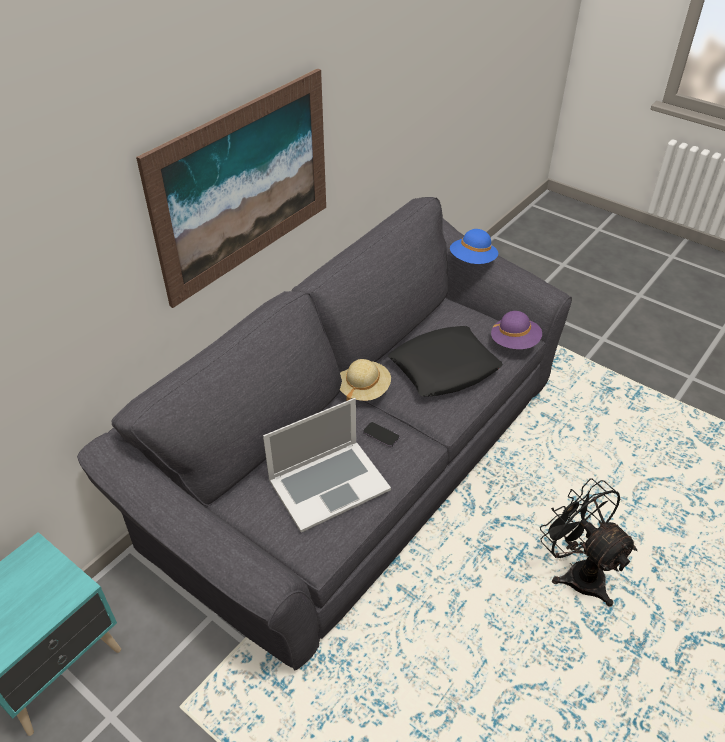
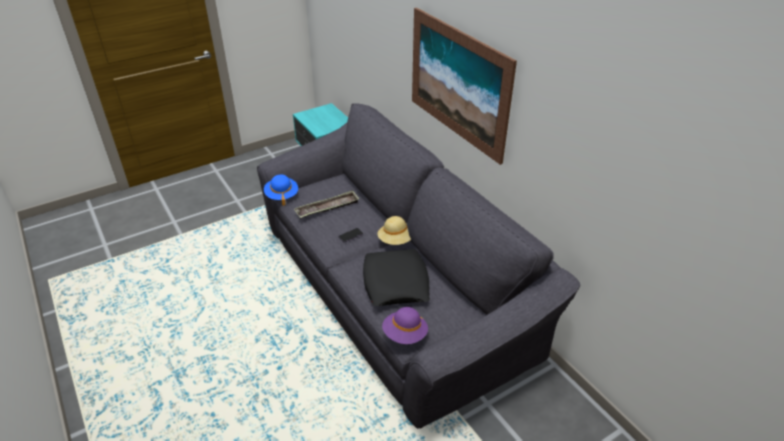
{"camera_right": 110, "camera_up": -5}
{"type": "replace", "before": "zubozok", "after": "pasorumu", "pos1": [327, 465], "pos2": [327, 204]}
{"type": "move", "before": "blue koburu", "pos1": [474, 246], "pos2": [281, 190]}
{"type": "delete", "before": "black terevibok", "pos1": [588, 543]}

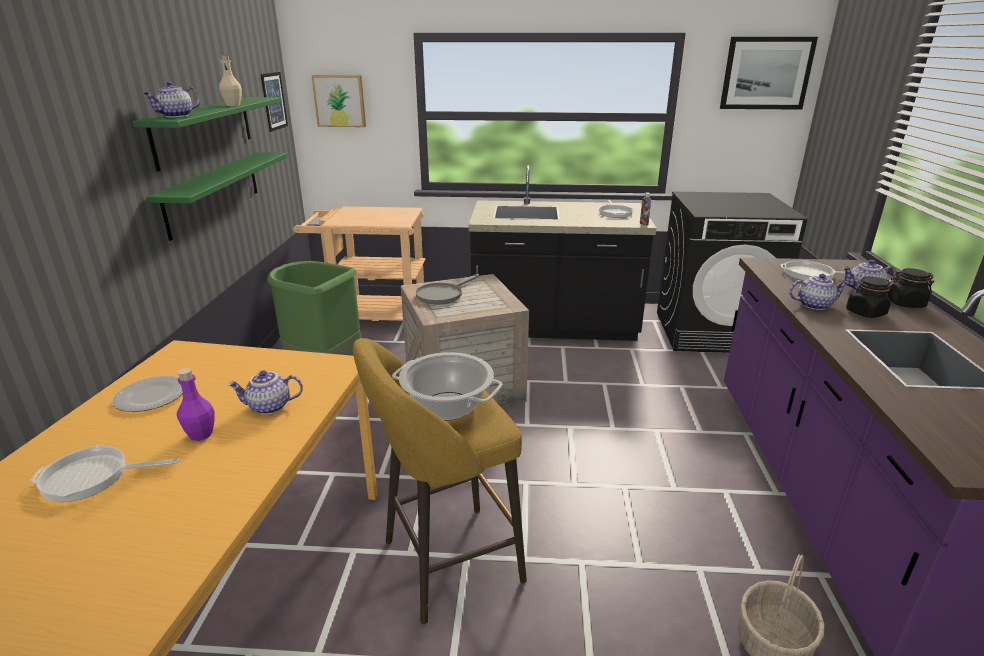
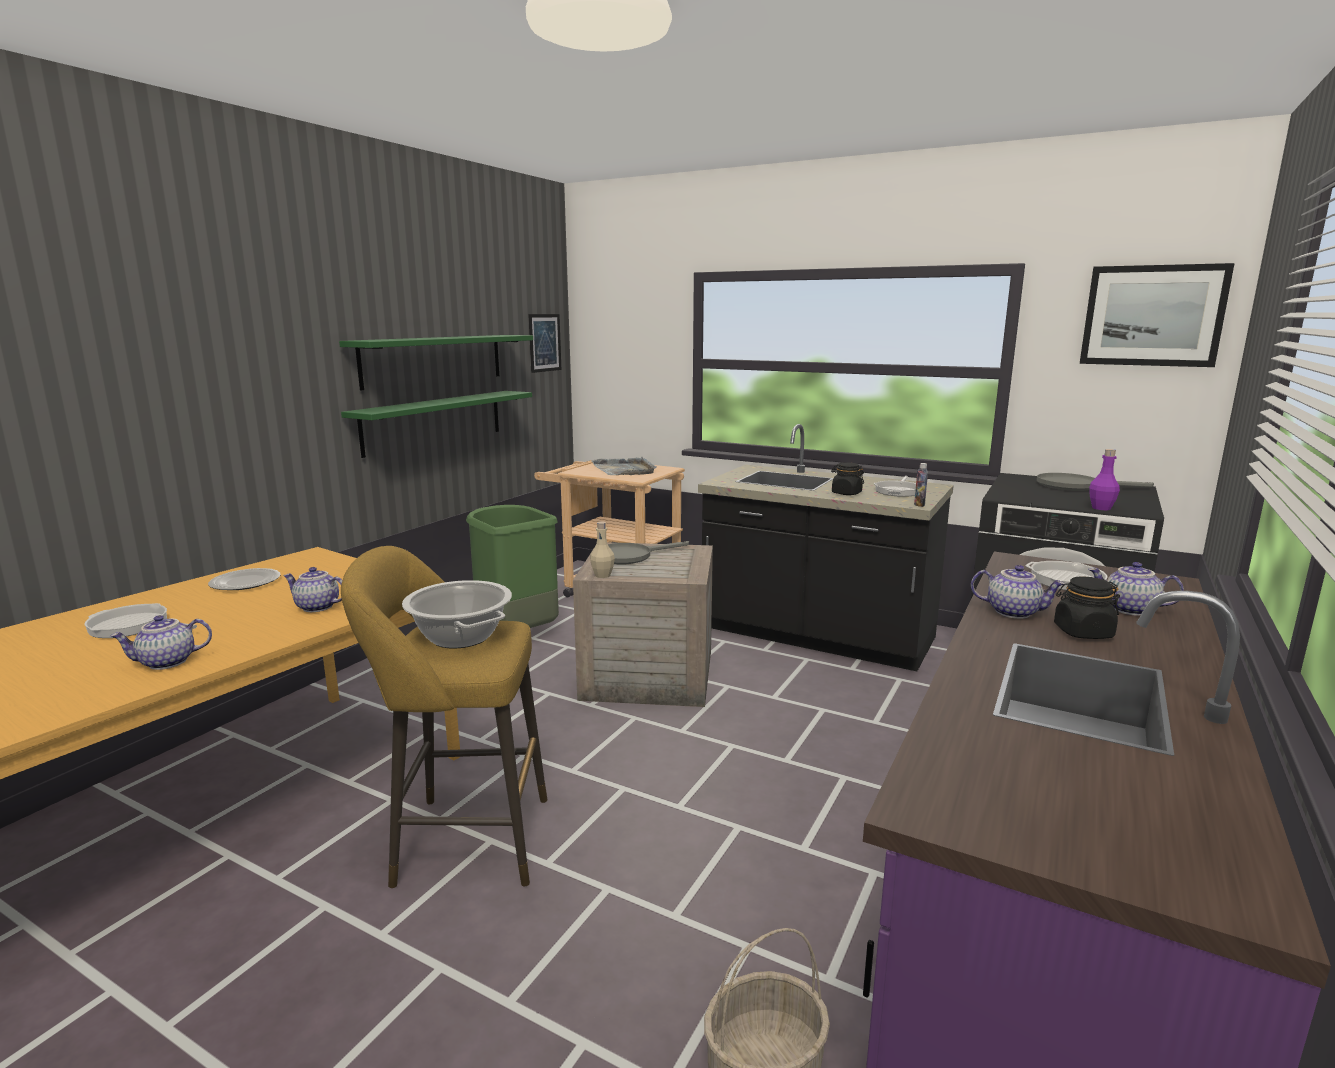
{"camera_right": 25, "camera_up": -10}
{"type": "move", "before": "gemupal", "pos1": [171, 100], "pos2": [161, 642]}
{"type": "move", "before": "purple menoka", "pos1": [196, 404], "pos2": [1104, 479]}
{"type": "move", "before": "beige menoka", "pos1": [230, 80], "pos2": [602, 550]}
{"type": "delete", "before": "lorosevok", "pos1": [339, 101]}
{"type": "move", "before": "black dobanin", "pos1": [910, 288], "pos2": [847, 478]}
{"type": "insert", "after": "grey pasorumu", "pos2": [624, 466]}
{"type": "insert", "after": "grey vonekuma", "pos2": [1095, 482]}

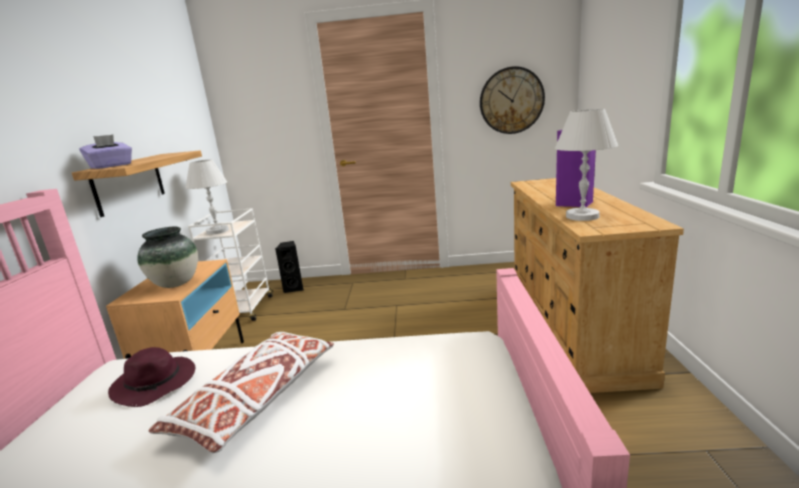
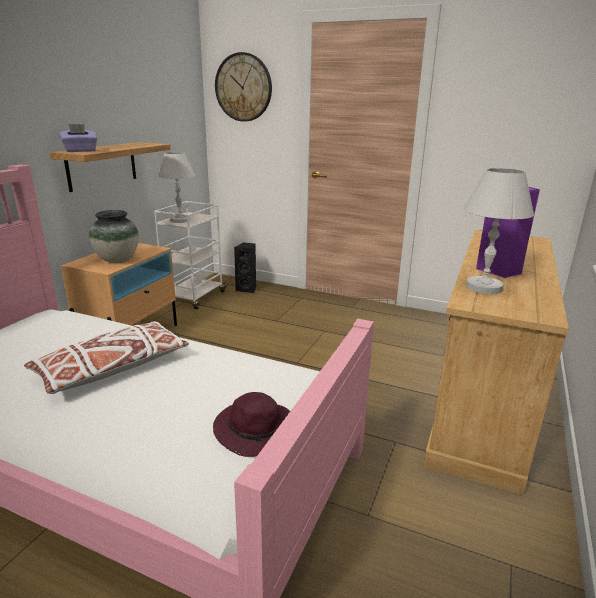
{"camera_right": 20, "camera_up": 5}
{"type": "move", "before": "purple koburu", "pos1": [151, 377], "pos2": [251, 424]}
{"type": "move", "before": "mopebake", "pos1": [512, 100], "pos2": [243, 87]}

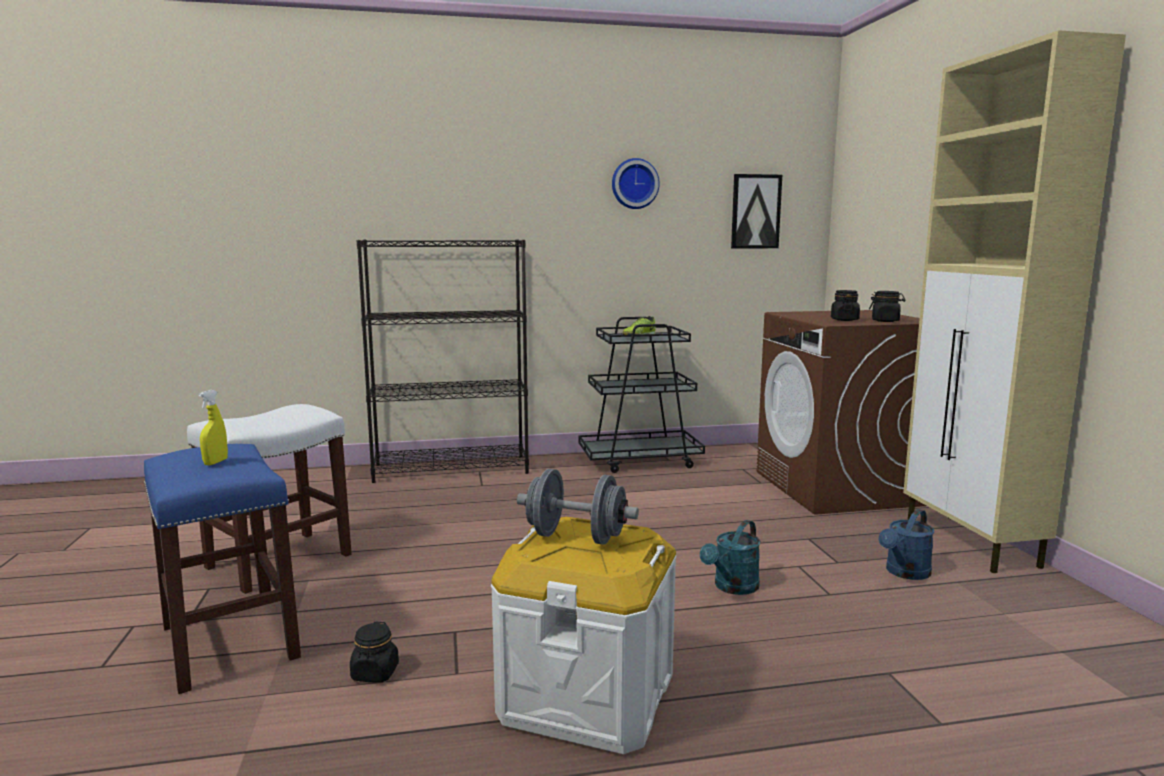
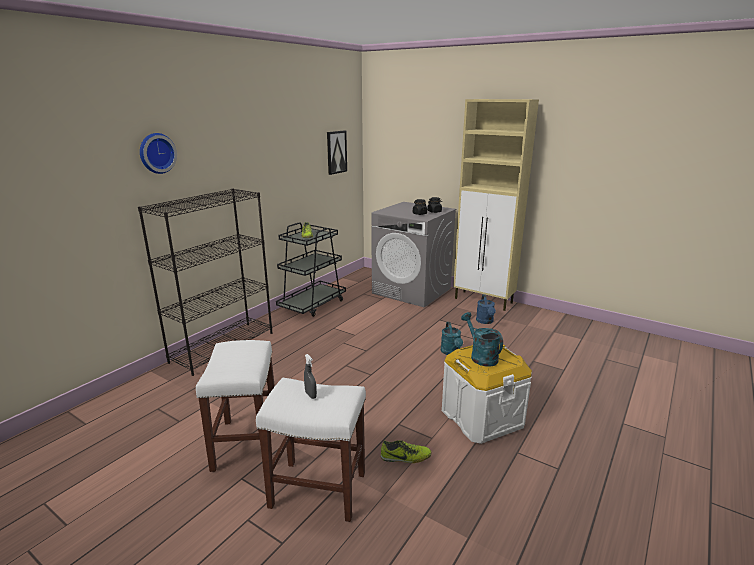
{"camera_right": -45, "camera_up": 10}
{"type": "recolor", "before": "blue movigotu", "after": "white movigotu", "pos1": [222, 569], "pos2": [311, 450]}
{"type": "recolor", "before": "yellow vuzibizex", "after": "grey vuzibizex", "pos1": [213, 427], "pos2": [310, 376]}
{"type": "replace", "before": "black dobanin", "after": "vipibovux", "pos1": [374, 652], "pos2": [406, 451]}
{"type": "replace", "before": "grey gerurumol", "after": "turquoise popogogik", "pos1": [578, 507], "pos2": [482, 339]}
{"type": "move", "before": "mopebake", "pos1": [636, 183], "pos2": [158, 153]}
{"type": "recolor", "before": "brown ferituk", "after": "grey ferituk", "pos1": [841, 412], "pos2": [413, 254]}

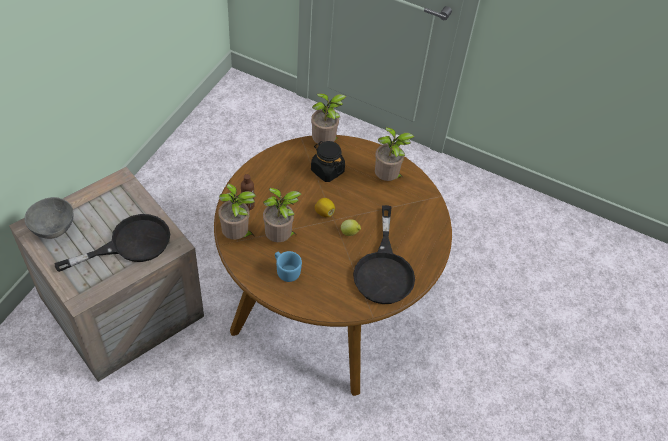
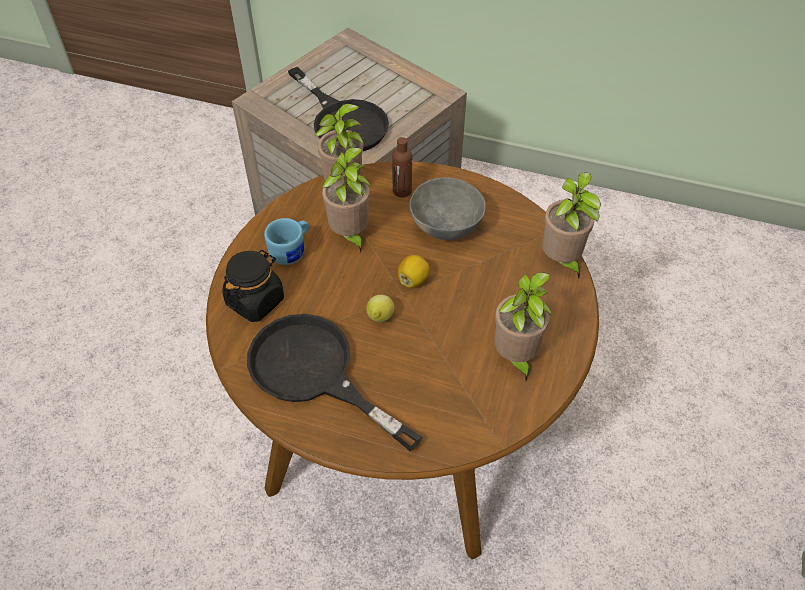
{"camera_right": 85, "camera_up": 0}
{"type": "move", "before": "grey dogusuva", "pos1": [49, 218], "pos2": [448, 209]}
{"type": "move", "before": "black dobanin", "pos1": [328, 161], "pos2": [253, 286]}
{"type": "rotate", "before": "black vonekuma", "pos1": [384, 254], "pos2": [335, 382], "turn": 45}

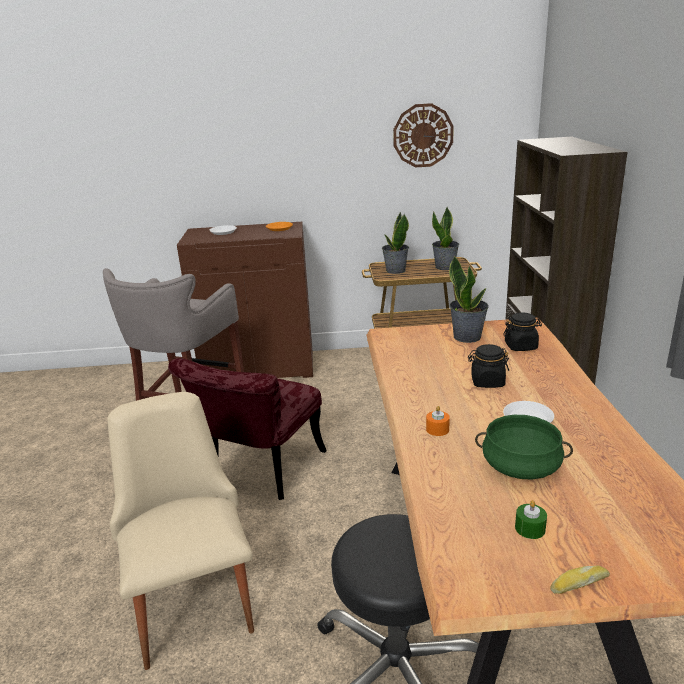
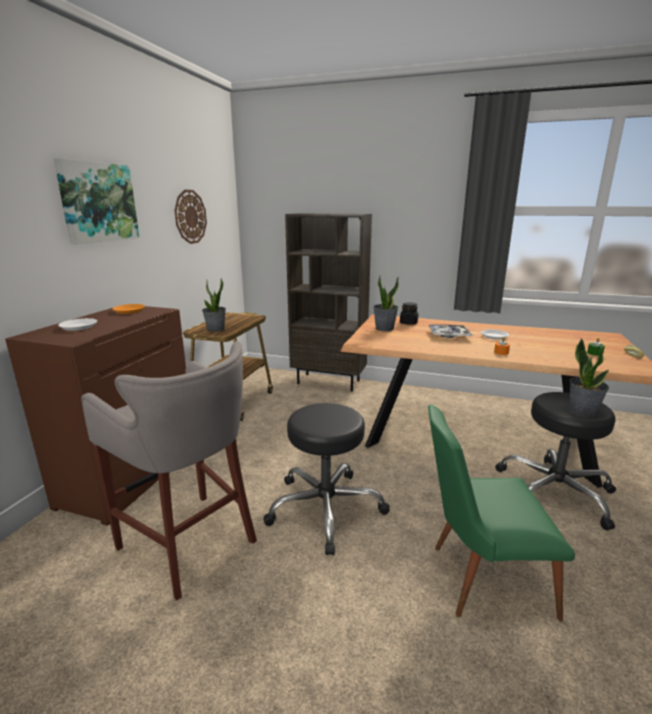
{"camera_right": -70, "camera_up": -5}
{"type": "recolor", "before": "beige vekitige", "after": "green vekitige", "pos1": [180, 531], "pos2": [501, 513]}
{"type": "replace", "before": "red vekitige", "after": "black movigotu", "pos1": [247, 429], "pos2": [326, 479]}
{"type": "move", "before": "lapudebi", "pos1": [445, 238], "pos2": [589, 377]}
{"type": "replace", "before": "black dobanin", "after": "pasorumu", "pos1": [488, 366], "pos2": [451, 331]}
{"type": "delete", "before": "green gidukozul", "pos1": [524, 447]}
{"type": "insert", "after": "lorosevok", "pos2": [96, 201]}

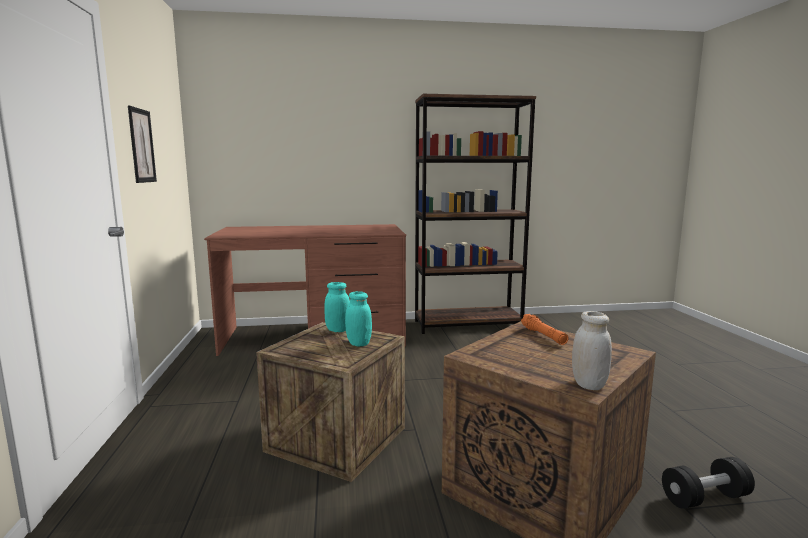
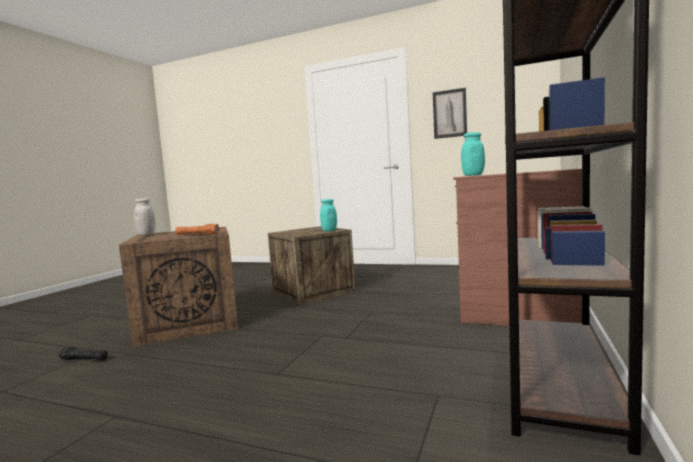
{"camera_right": 120, "camera_up": -5}
{"type": "move", "before": "turquoise dobanin", "pos1": [358, 318], "pos2": [473, 154]}
{"type": "replace", "before": "black gerurumol", "after": "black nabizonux", "pos1": [708, 483], "pos2": [83, 354]}

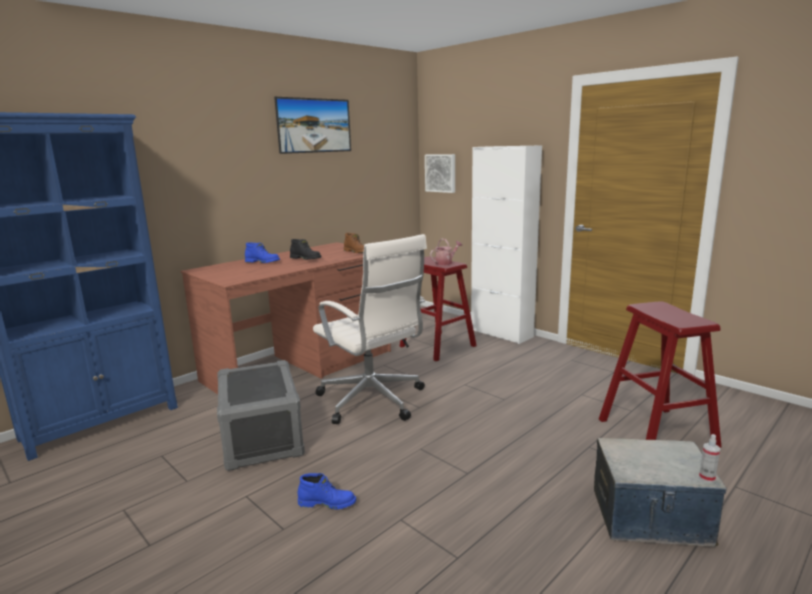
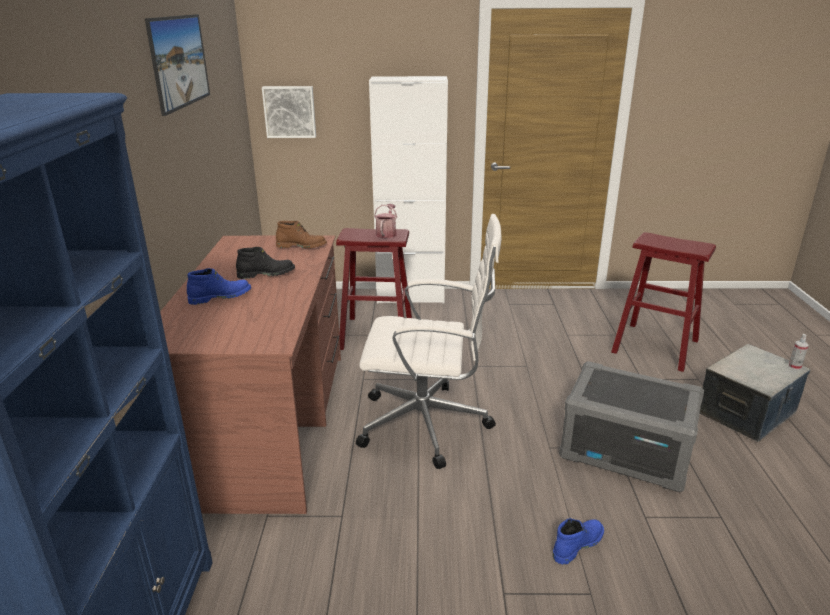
{"camera_right": -45, "camera_up": 10}
{"type": "move", "before": "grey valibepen", "pos1": [261, 415], "pos2": [631, 426]}

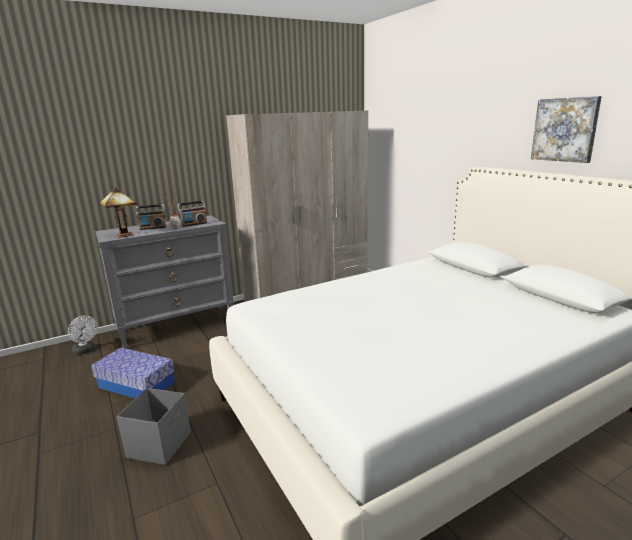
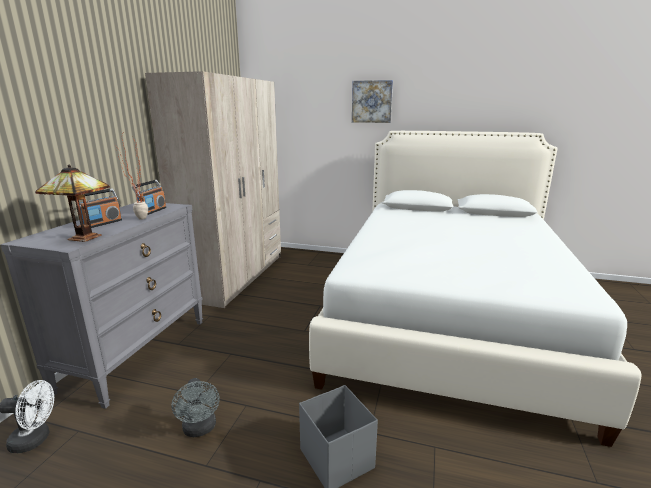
{"camera_right": -45, "camera_up": 0}
{"type": "replace", "before": "valibepen", "after": "grey terevibok", "pos1": [132, 373], "pos2": [195, 407]}
{"type": "move", "before": "lorosevok", "pos1": [566, 129], "pos2": [372, 101]}

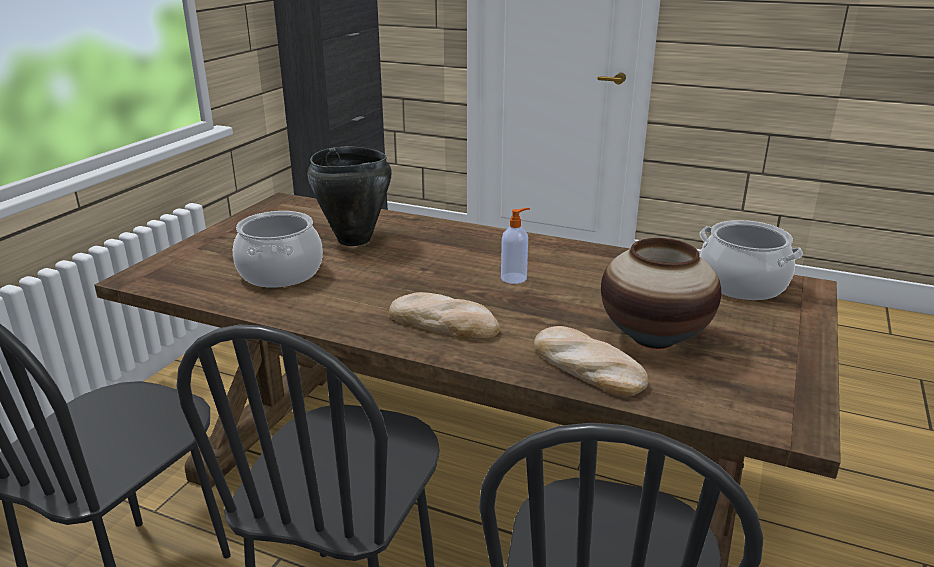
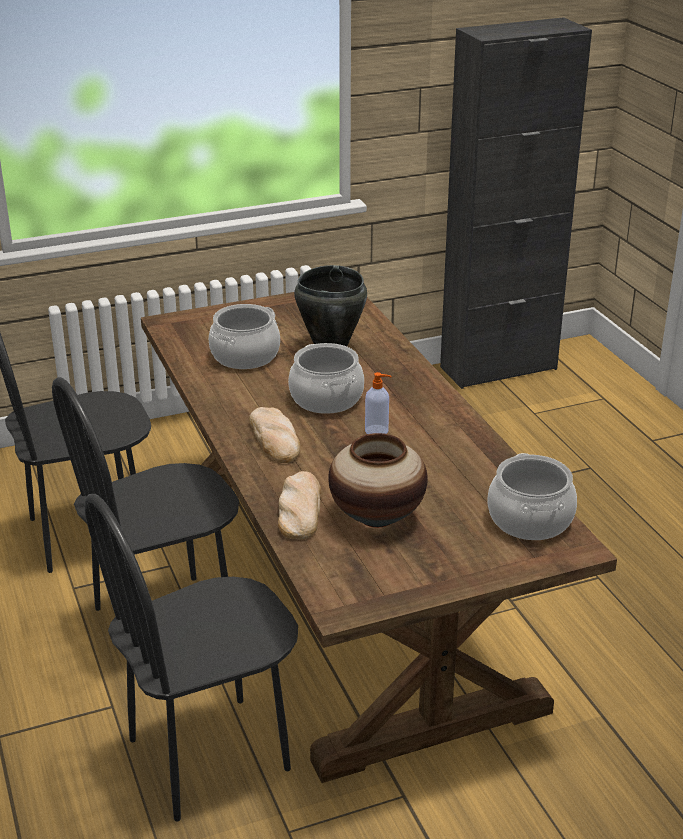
{"camera_right": 45, "camera_up": 5}
{"type": "insert", "after": "gidukozul", "pos2": [326, 378]}

